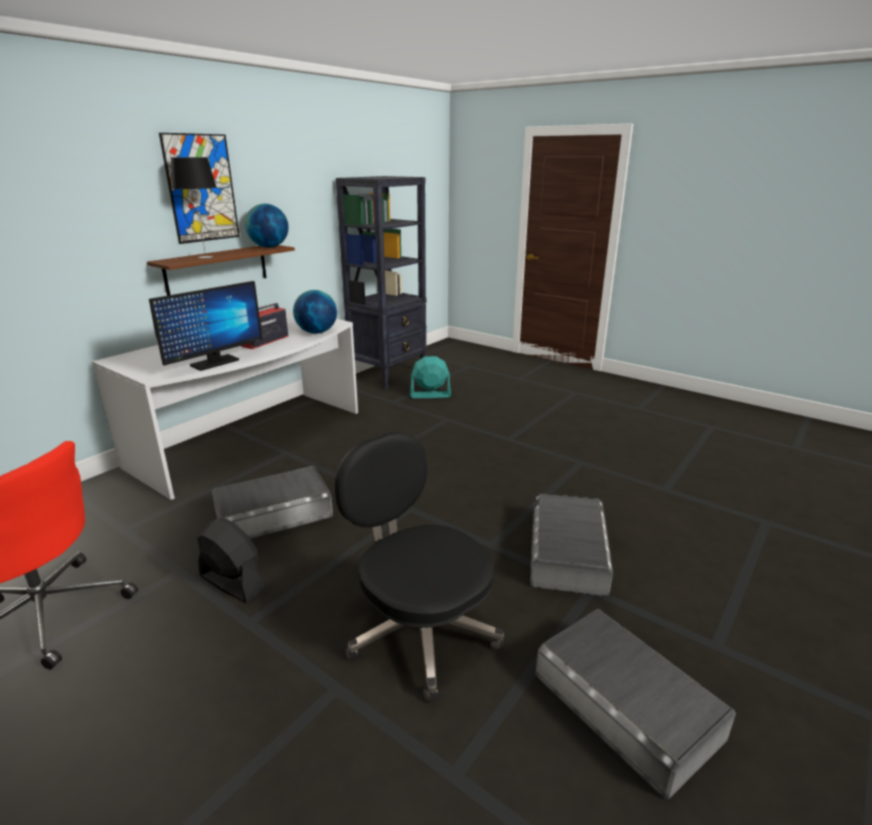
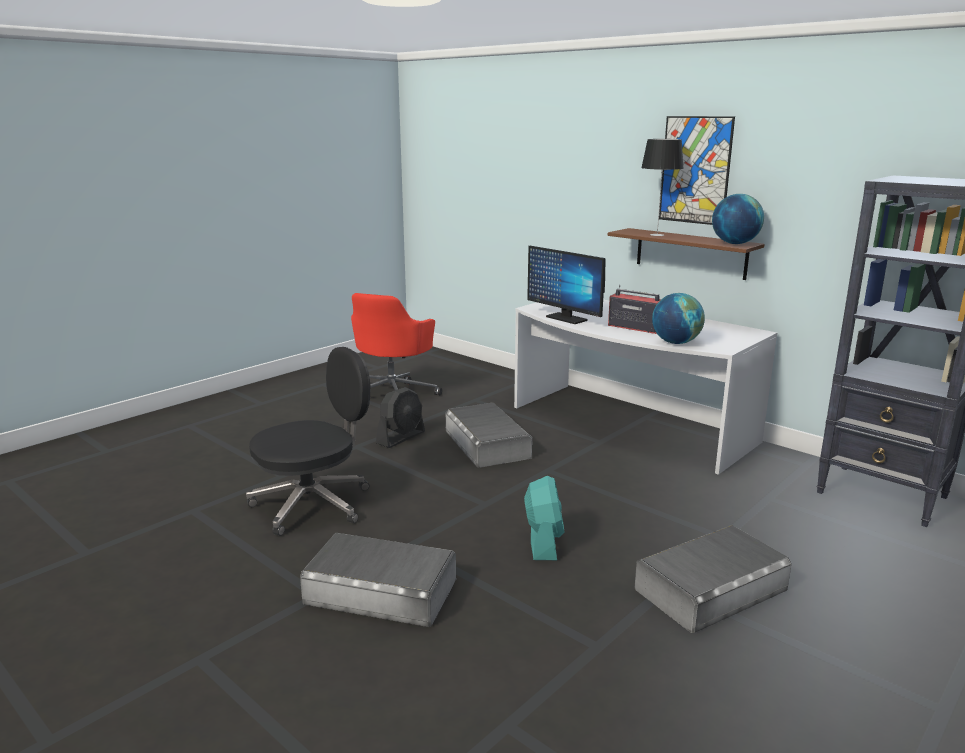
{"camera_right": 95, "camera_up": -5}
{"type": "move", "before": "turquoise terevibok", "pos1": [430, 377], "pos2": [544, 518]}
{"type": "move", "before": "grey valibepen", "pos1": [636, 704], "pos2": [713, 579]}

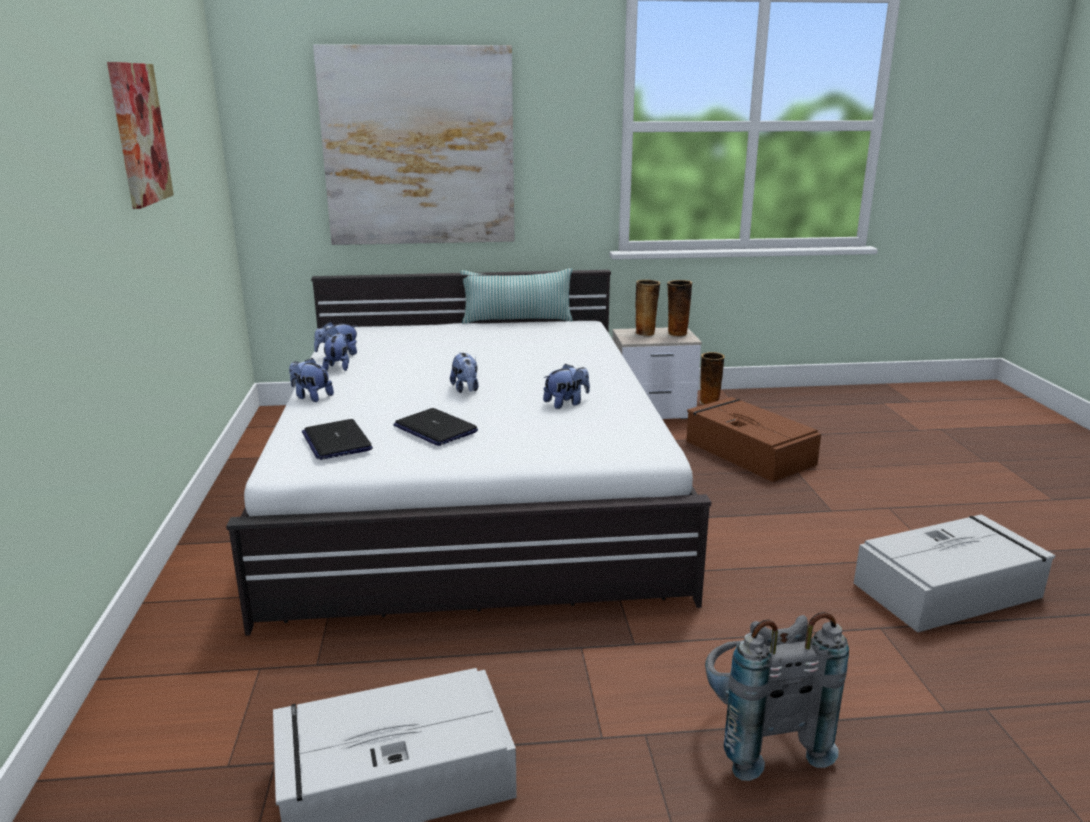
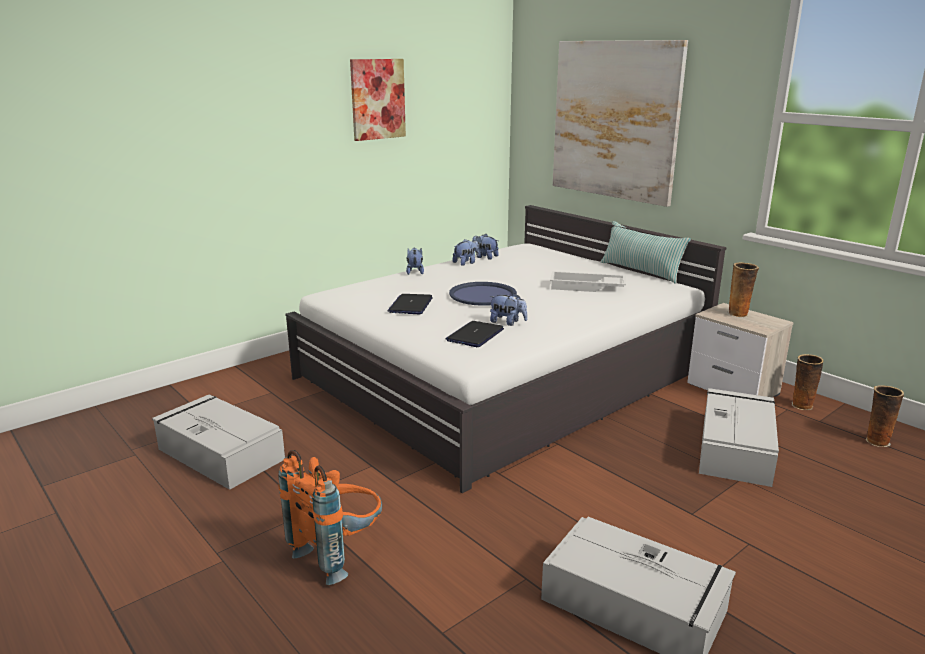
{"camera_right": 55, "camera_up": 0}
{"type": "move", "before": "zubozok", "pos1": [337, 439], "pos2": [474, 334]}
{"type": "replace", "before": "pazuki", "after": "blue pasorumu", "pos1": [464, 372], "pos2": [483, 294]}
{"type": "move", "before": "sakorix", "pos1": [679, 308], "pos2": [885, 416]}
{"type": "recolor", "before": "brown valibepen", "after": "grey valibepen", "pos1": [753, 439], "pos2": [739, 437]}
{"type": "recolor", "before": "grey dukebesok", "after": "orange dukebesok", "pos1": [777, 696], "pos2": [330, 517]}
{"type": "insert", "after": "white pasorumu", "pos2": [588, 281]}

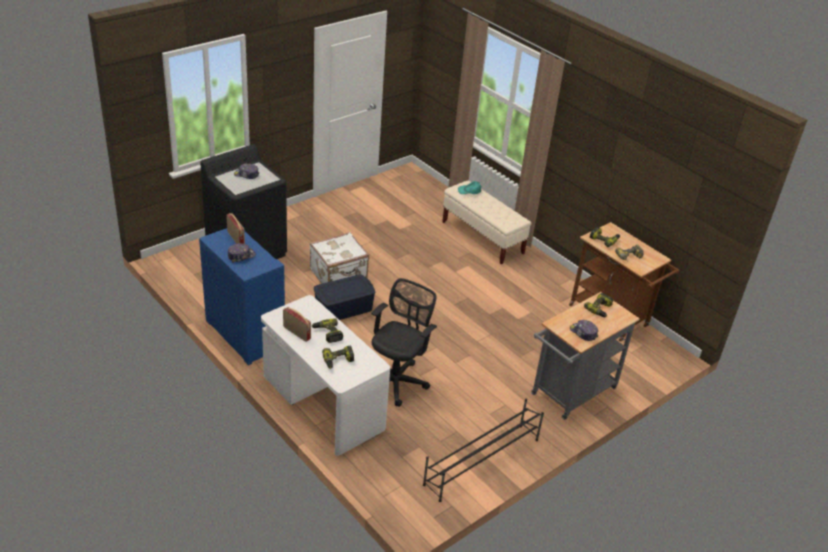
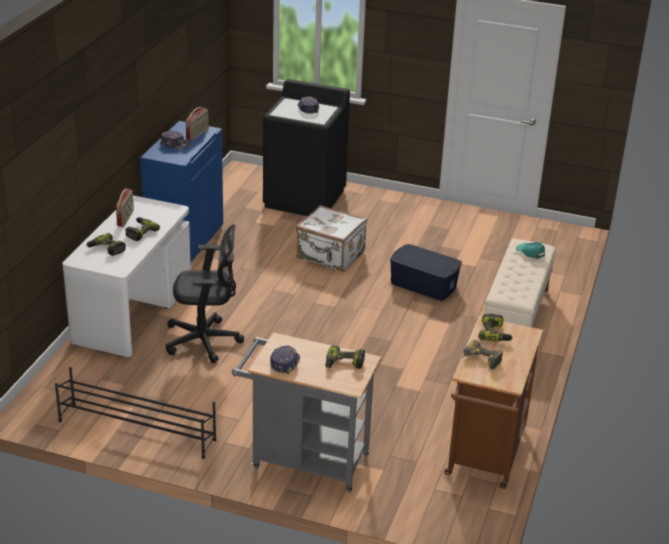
{"camera_right": 60, "camera_up": -5}
{"type": "move", "before": "blue valibepen", "pos1": [344, 297], "pos2": [426, 272]}

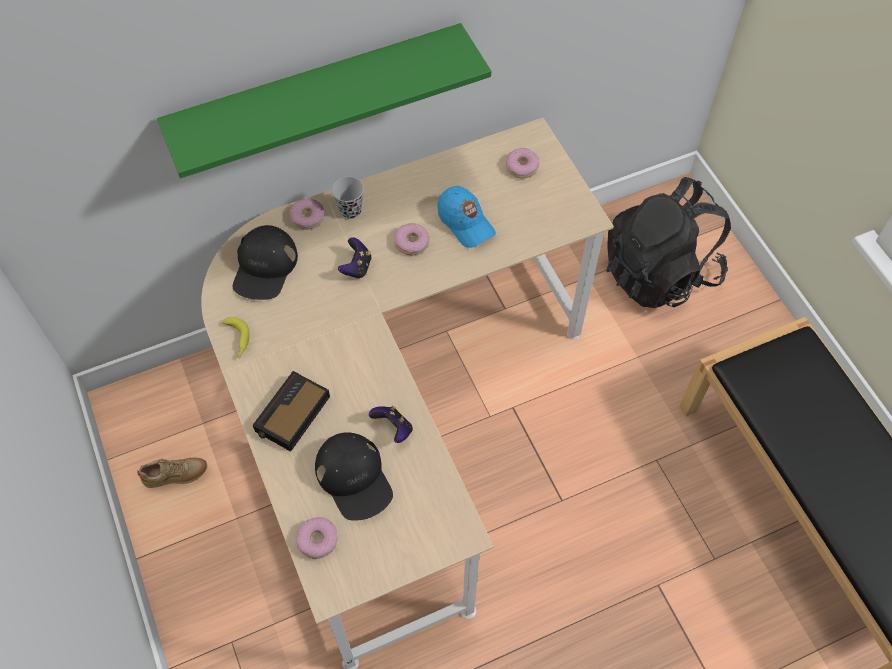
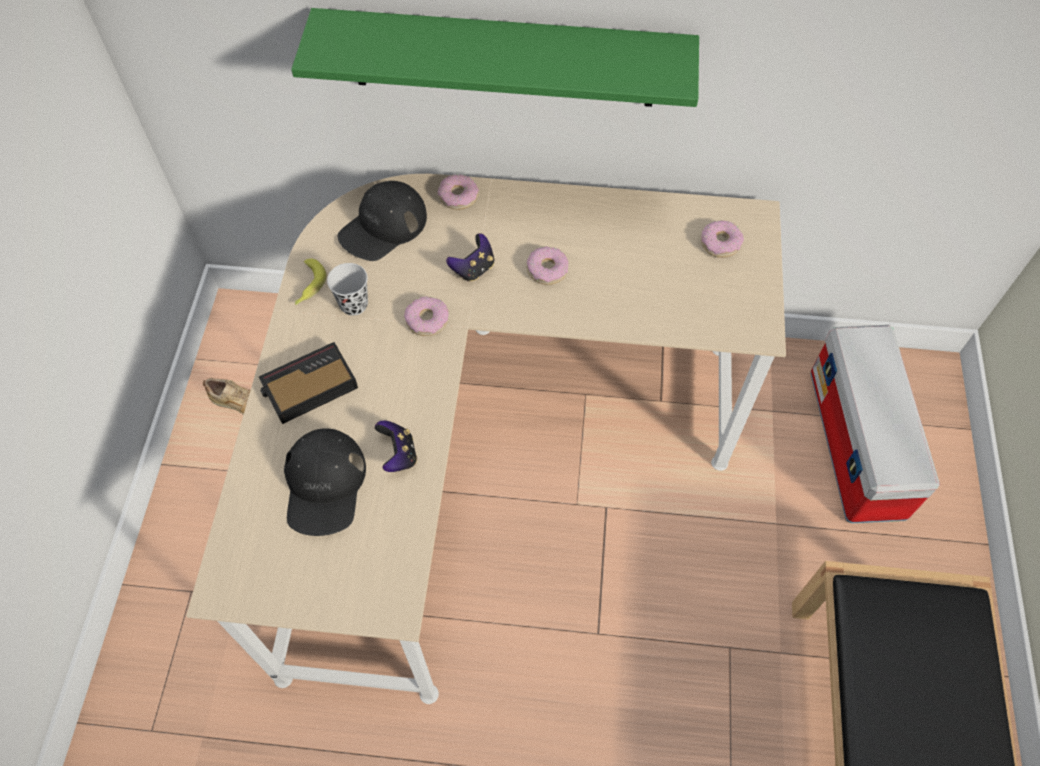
{"camera_right": 30, "camera_up": 0}
{"type": "move", "before": "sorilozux", "pos1": [316, 538], "pos2": [426, 316]}
{"type": "move", "before": "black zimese", "pos1": [348, 198], "pos2": [347, 289]}
{"type": "delete", "before": "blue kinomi", "pos1": [467, 217]}
{"type": "replace", "before": "black dukebesok", "after": "valibepen", "pos1": [668, 242], "pos2": [875, 424]}

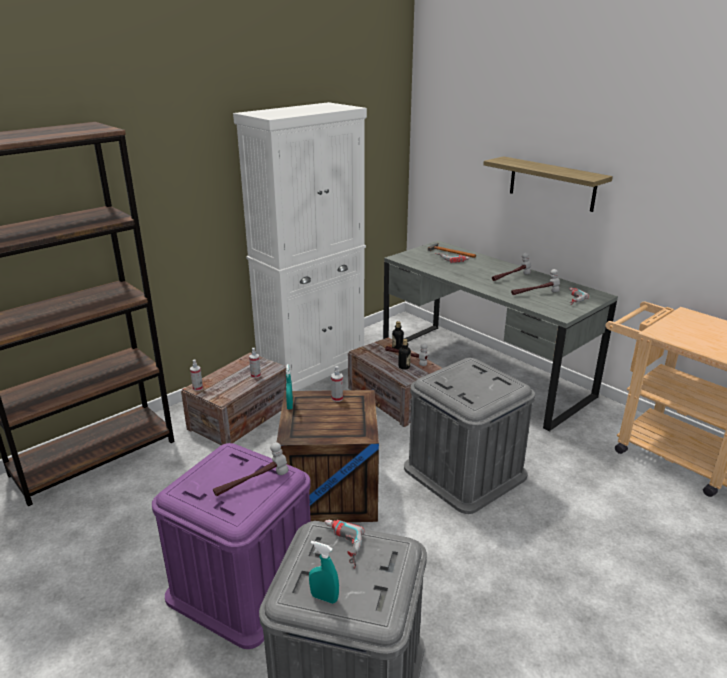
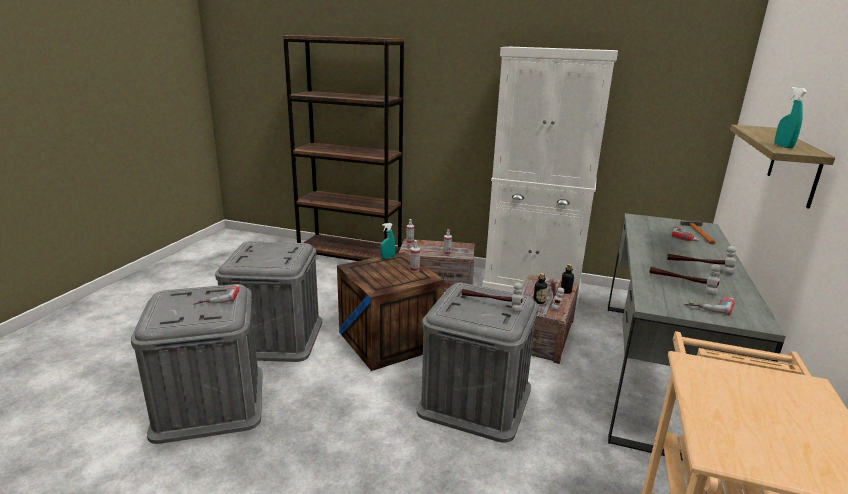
{"camera_right": 60, "camera_up": -5}
{"type": "recolor", "before": "purple valibepen", "after": "grey valibepen", "pos1": [231, 546], "pos2": [268, 301]}
{"type": "move", "before": "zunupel", "pos1": [250, 469], "pos2": [493, 297]}
{"type": "move", "before": "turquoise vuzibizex", "pos1": [324, 572], "pos2": [791, 117]}

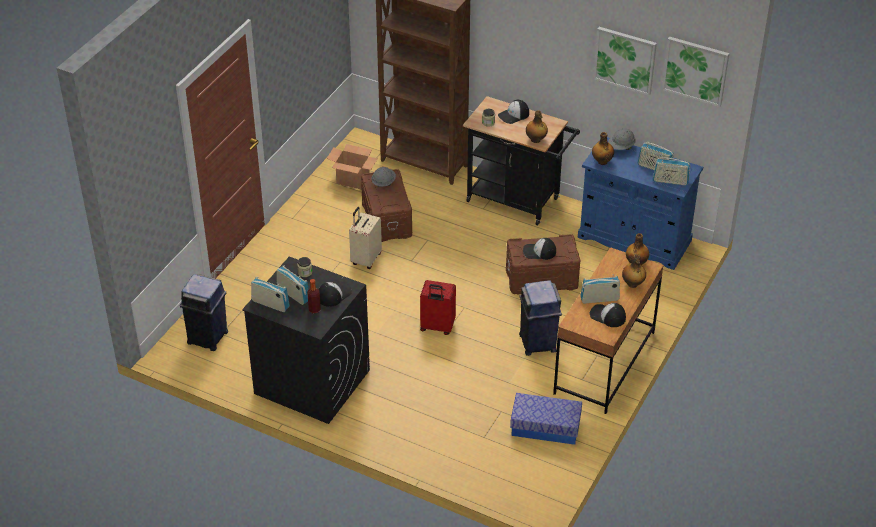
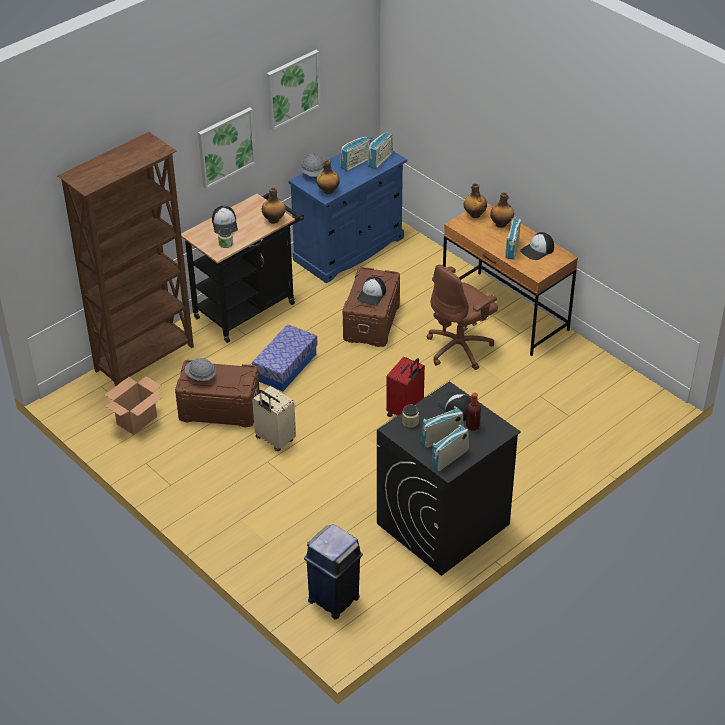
{"camera_right": -70, "camera_up": 0}
{"type": "move", "before": "valibepen", "pos1": [546, 419], "pos2": [285, 357]}
{"type": "replace", "before": "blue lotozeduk", "after": "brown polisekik", "pos1": [540, 318], "pos2": [462, 317]}
{"type": "move", "before": "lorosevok", "pos1": [695, 72], "pos2": [227, 148]}

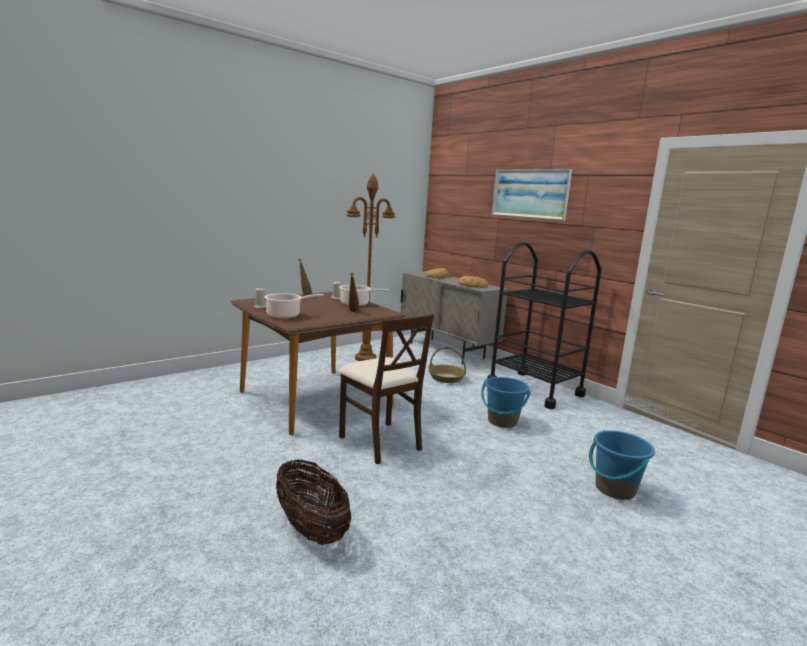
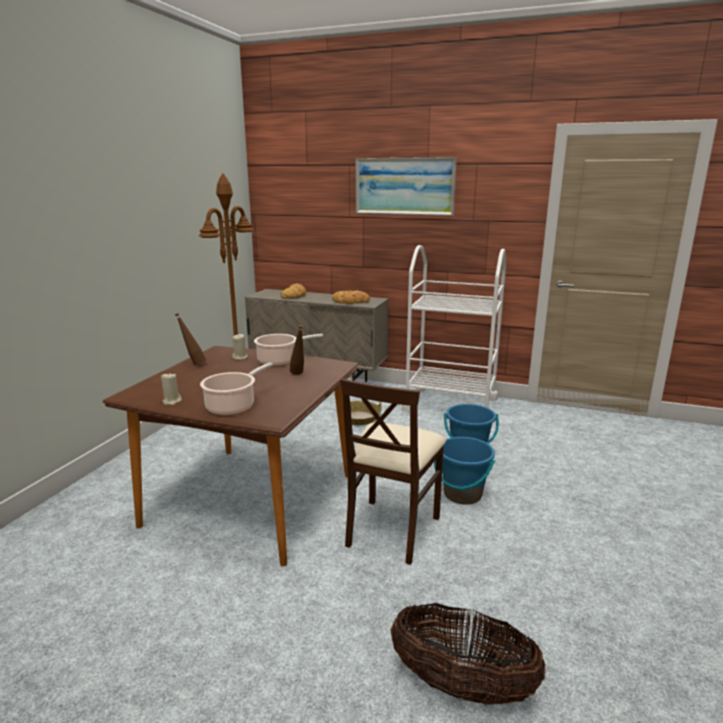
{"camera_right": -30, "camera_up": 5}
{"type": "rotate", "before": "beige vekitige", "pos1": [386, 389], "pos2": [393, 471], "turn": 90}
{"type": "recolor", "before": "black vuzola", "after": "white vuzola", "pos1": [544, 325], "pos2": [454, 328]}
{"type": "move", "before": "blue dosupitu", "pos1": [622, 465], "pos2": [464, 471]}

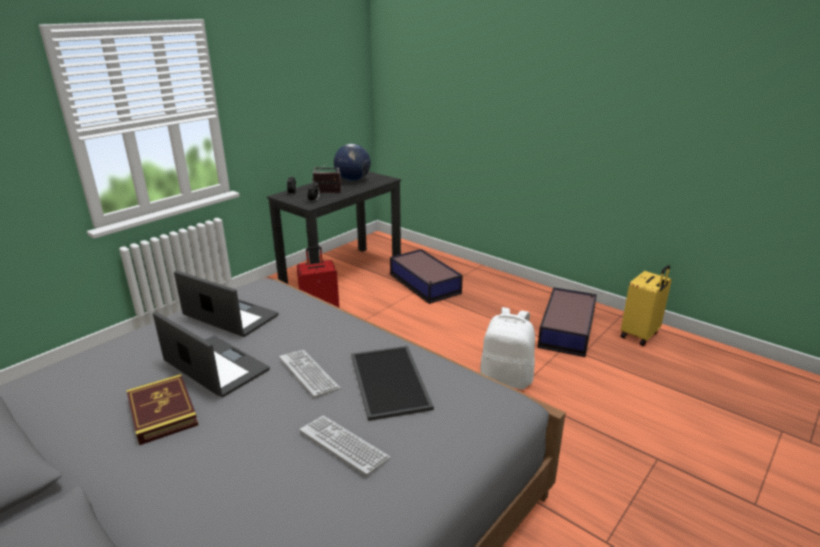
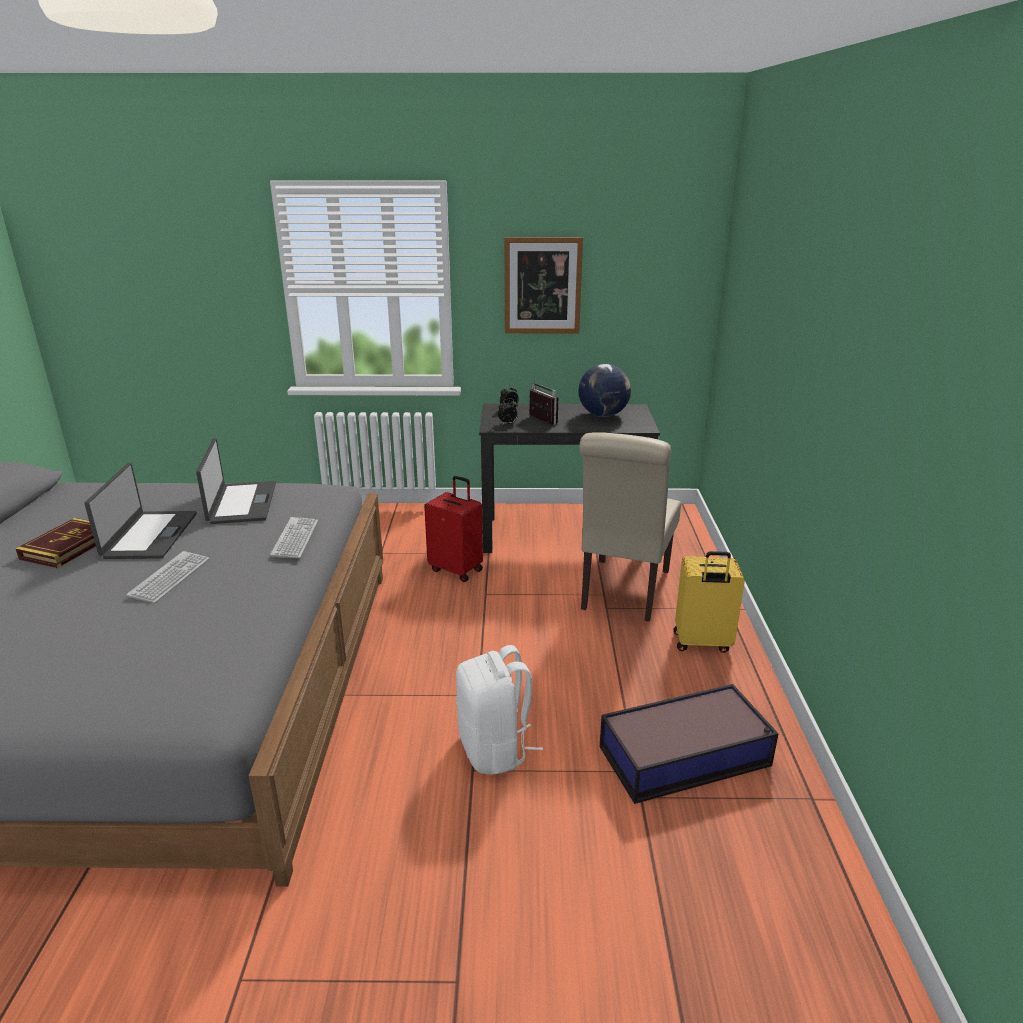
{"camera_right": 50, "camera_up": 0}
{"type": "move", "before": "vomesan", "pos1": [345, 446], "pos2": [294, 537]}
{"type": "delete", "before": "pasorumu", "pos1": [392, 383]}
{"type": "replace", "before": "valibepen", "after": "beige vekitige", "pos1": [426, 276], "pos2": [630, 527]}
{"type": "move", "before": "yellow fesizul", "pos1": [646, 305], "pos2": [709, 602]}
{"type": "insert", "after": "lorosevok", "pos2": [544, 285]}

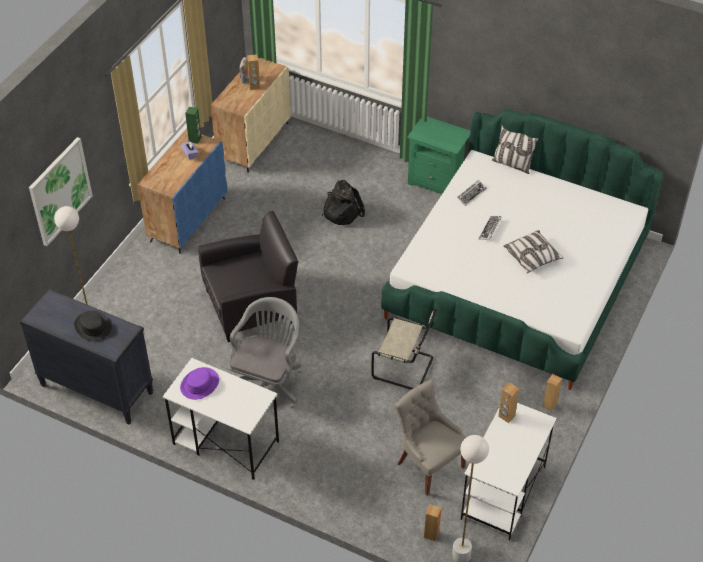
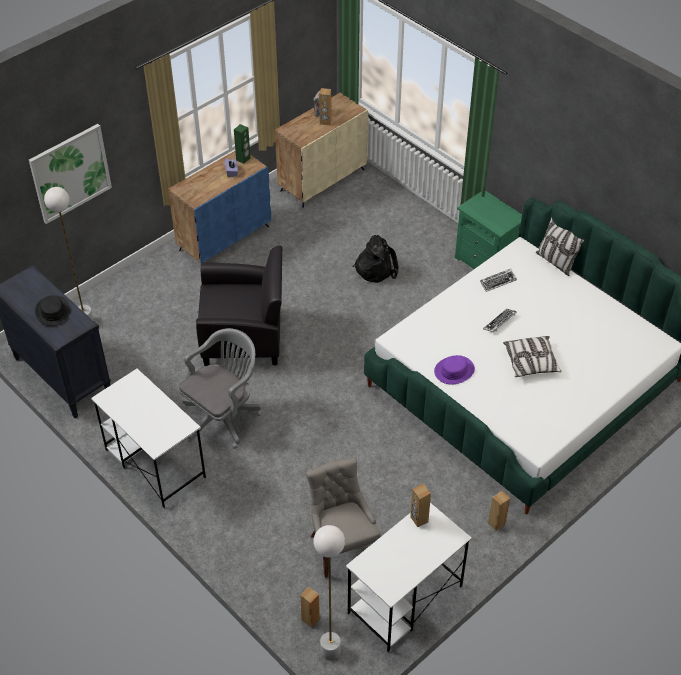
{"camera_right": 20, "camera_up": 0}
{"type": "move", "before": "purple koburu", "pos1": [199, 383], "pos2": [454, 370]}
{"type": "delete", "before": "beige vekitige", "pos1": [404, 349]}

